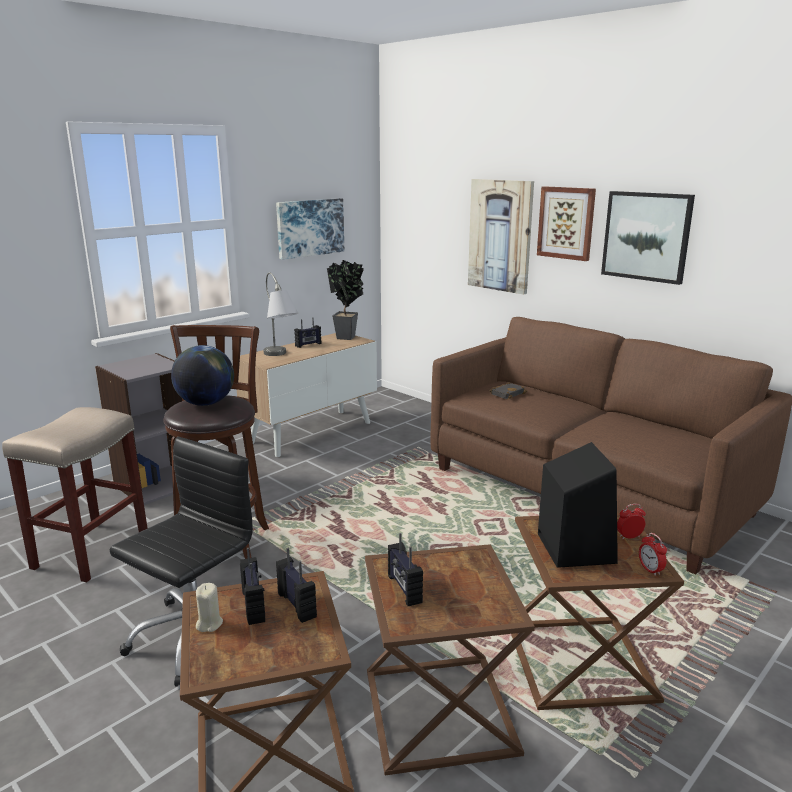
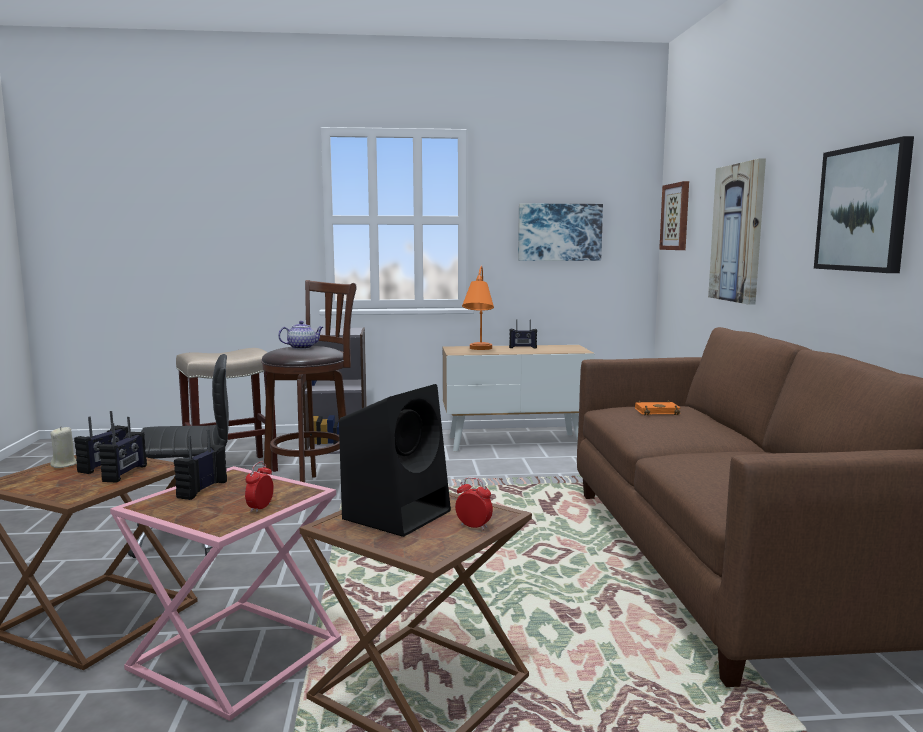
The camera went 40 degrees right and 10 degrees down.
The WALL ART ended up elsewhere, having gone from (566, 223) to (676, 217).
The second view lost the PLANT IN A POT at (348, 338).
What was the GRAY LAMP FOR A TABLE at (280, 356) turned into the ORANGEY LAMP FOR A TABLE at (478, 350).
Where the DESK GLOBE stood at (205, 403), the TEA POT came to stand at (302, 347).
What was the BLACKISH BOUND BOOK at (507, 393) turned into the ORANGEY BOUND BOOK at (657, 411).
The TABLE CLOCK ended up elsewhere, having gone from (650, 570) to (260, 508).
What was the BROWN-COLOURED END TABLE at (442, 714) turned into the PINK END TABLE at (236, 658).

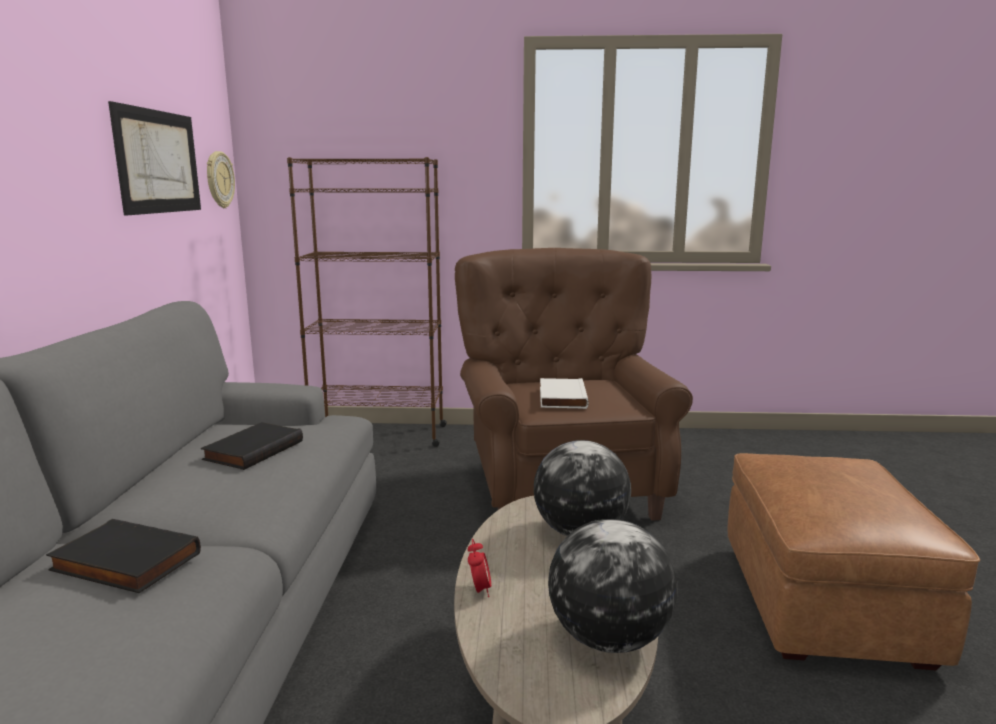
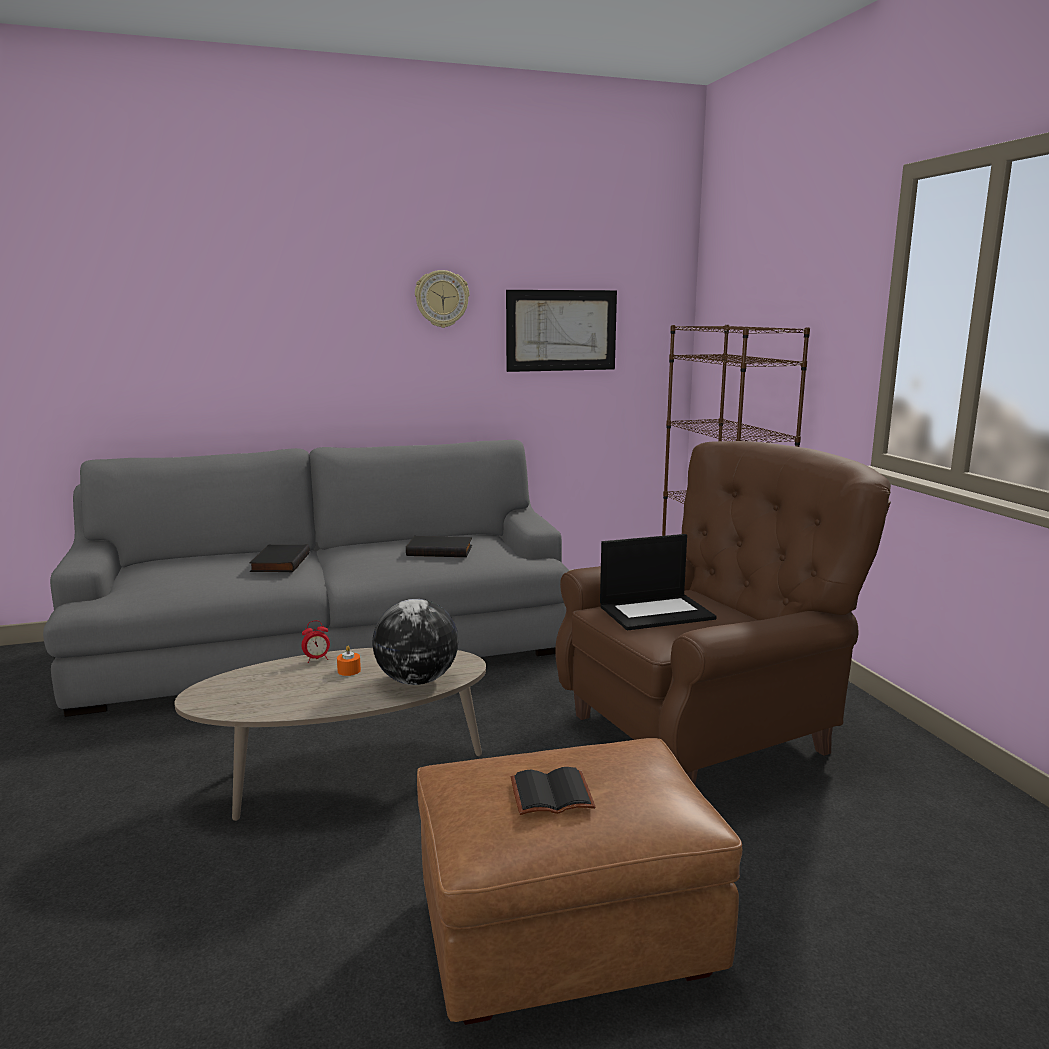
The camera went 70 degrees right and 0 degrees up.
The WALL CLOCK ended up elsewhere, having gone from (219, 180) to (441, 299).
Where the WHITE BOUND BOOK stood at (560, 397), the PORTABLE COMPUTER came to stand at (656, 612).
The second view lost the DESK GLOBE at (610, 638).
The second view gained the ORANGEY WAX CANDLE at (349, 670).
The second view gained the BLACKISH BOUND BOOK at (550, 796).

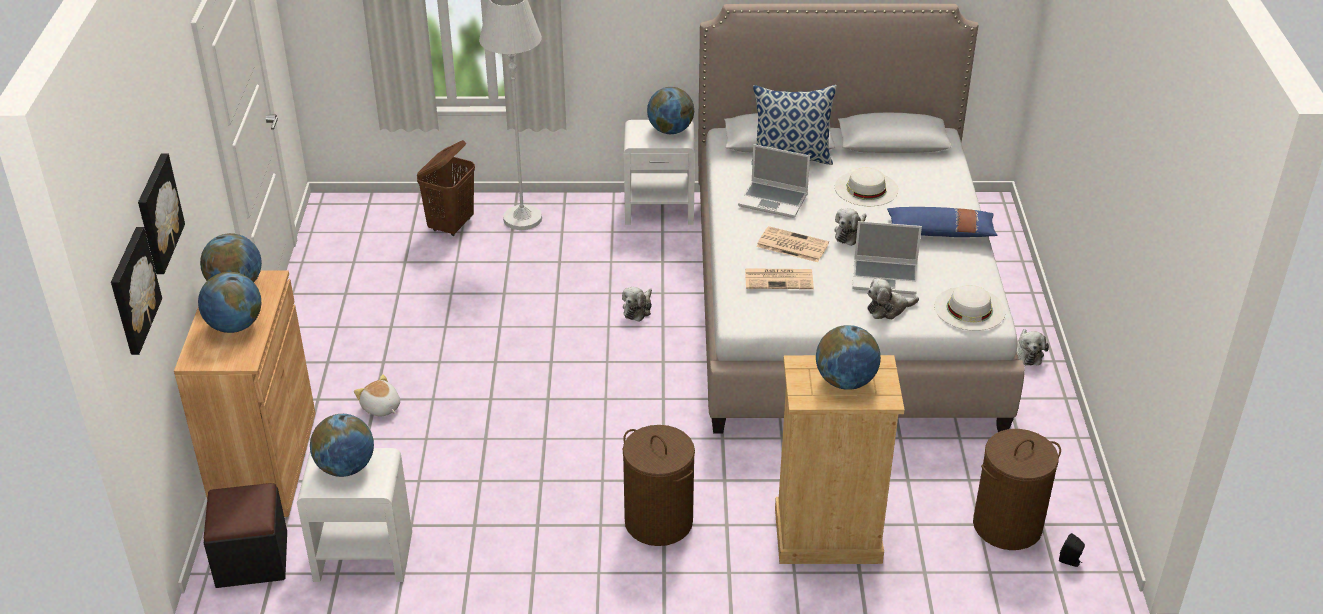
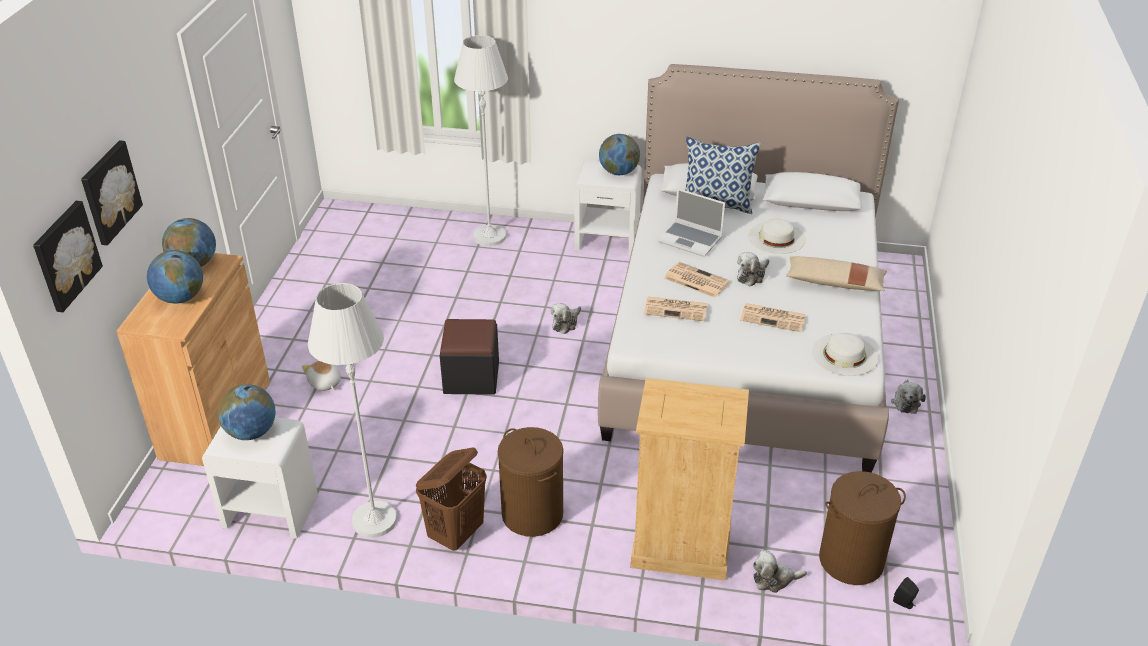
The camera went 10 degrees right and 0 degrees up.
The BROWN-COLOURED HAMPER ended up elsewhere, having gone from (451, 225) to (456, 533).
What was the BLUE THROW PILLOW at (940, 232) turned into the BEIGE-COLOURED THROW PILLOW at (834, 283).
Where the PORTABLE COMPUTER stood at (885, 277), the PRINTED PAPER came to stand at (773, 318).
The SOFT TOY ended up elsewhere, having gone from (888, 309) to (774, 579).
The second view lost the DESK GLOBE at (845, 381).
The BLACKISH OTTOMAN ended up elsewhere, having gone from (252, 559) to (471, 377).
The second view gained the WHITE STANDING LAMP at (374, 520).

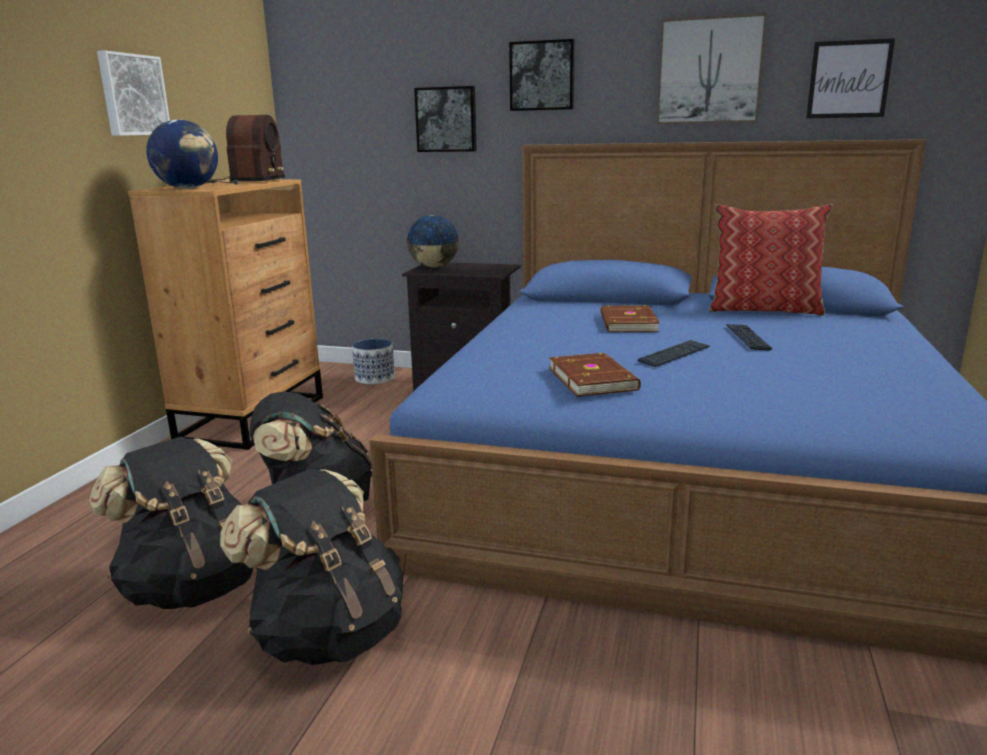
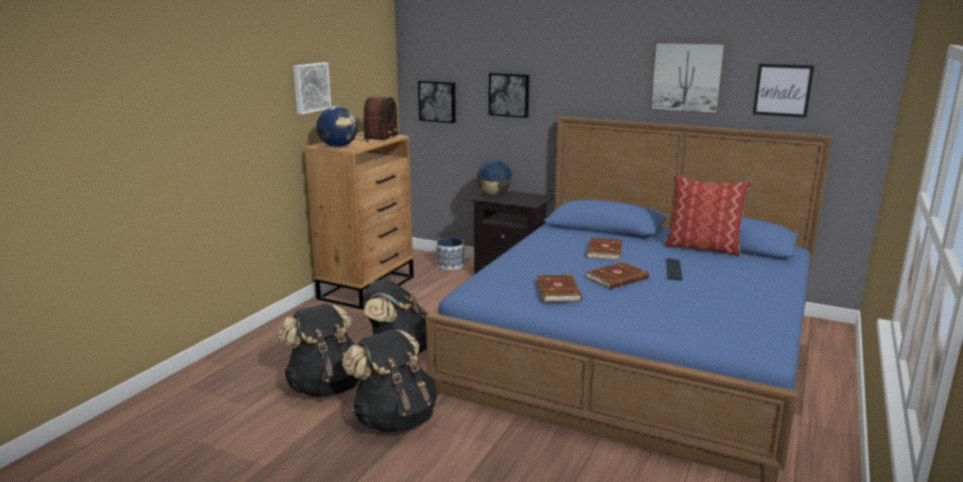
The camera went 10 degrees right and 0 degrees up.
The WALL ART ended up elsewhere, having gone from (542, 76) to (438, 101).
Where the KEYBOARD stood at (674, 355), the BROWN-COLOURED BOUND BOOK came to stand at (618, 278).

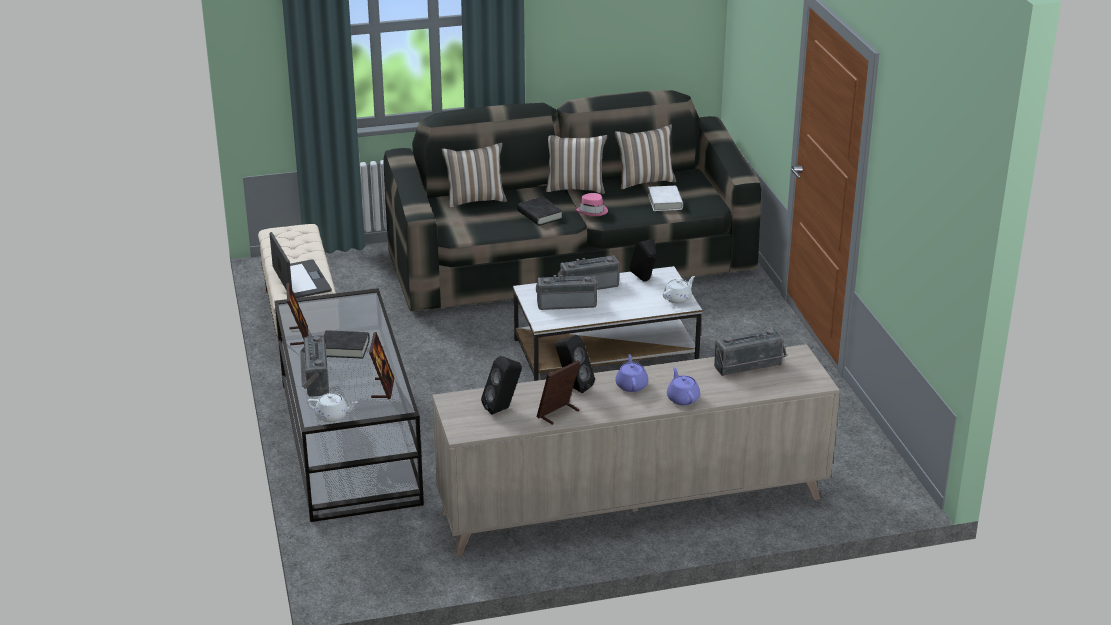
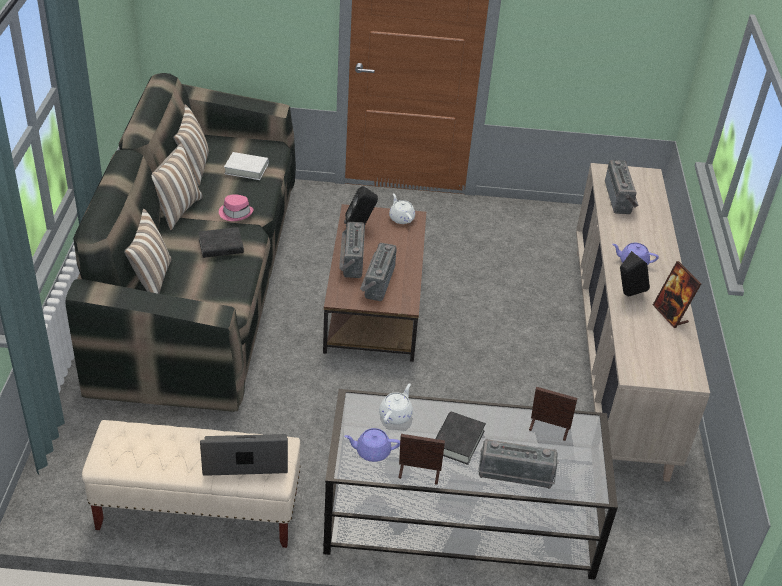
The camera went 75 degrees left and 10 degrees up.
What was the WHITE LOW TABLE at (606, 351) turned into the BROWN-COLOURED LOW TABLE at (374, 301).
The second view lost the BLACKISH LOUDSPEAKER at (503, 409).
The PURPLE-COLOURED TEA POT ended up elsewhere, having gone from (682, 398) to (372, 452).
The WHITE TEA POT ended up elsewhere, having gone from (333, 416) to (396, 415).

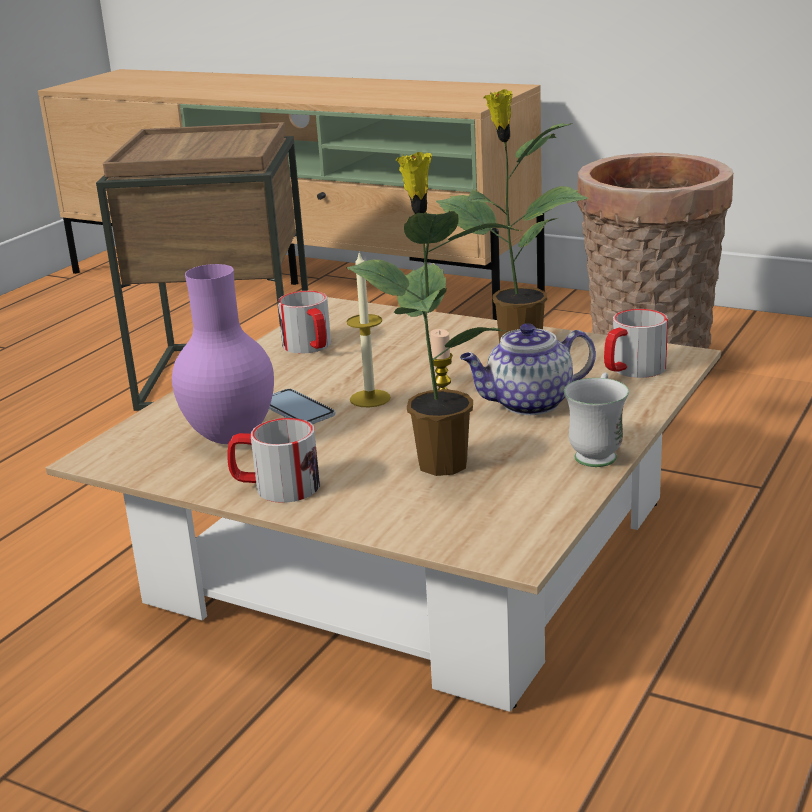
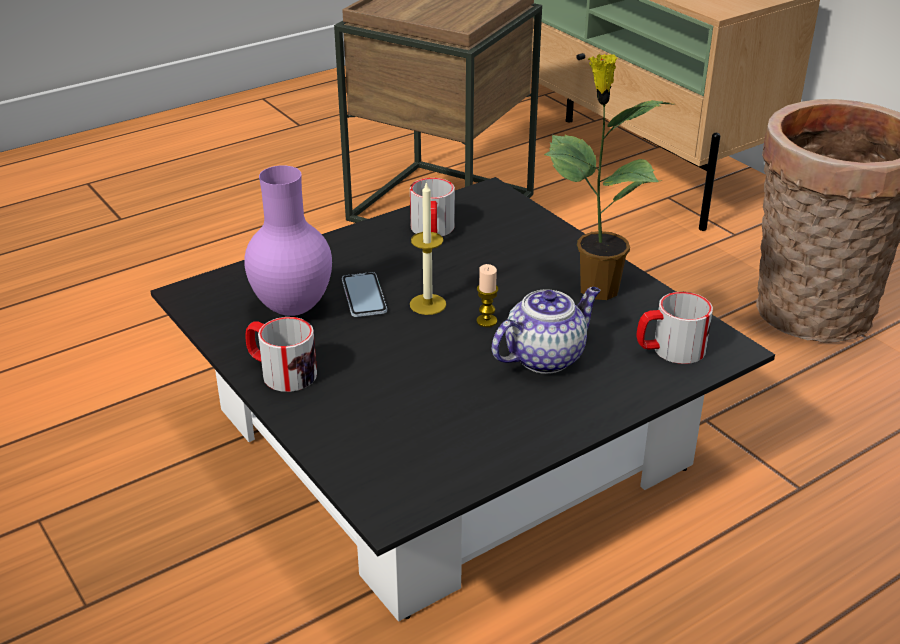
The camera went 25 degrees right and 10 degrees up.
The second view lost the PLANT IN A POT at (440, 462).
What was the BEIGE-COLOURED LOW TABLE at (413, 548) turned into the BLACKISH LOW TABLE at (450, 436).
The TEA POT at (528, 404) ended up facing another way, 135 degrees clockwise from before.
The second view lost the WHITE MUG at (597, 452).

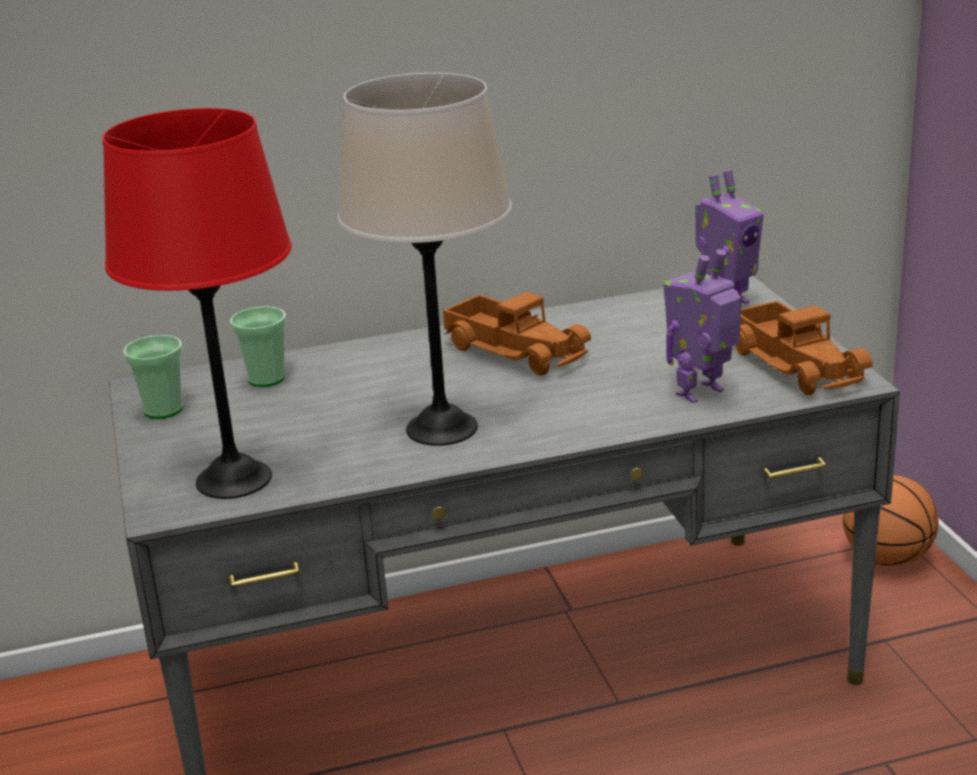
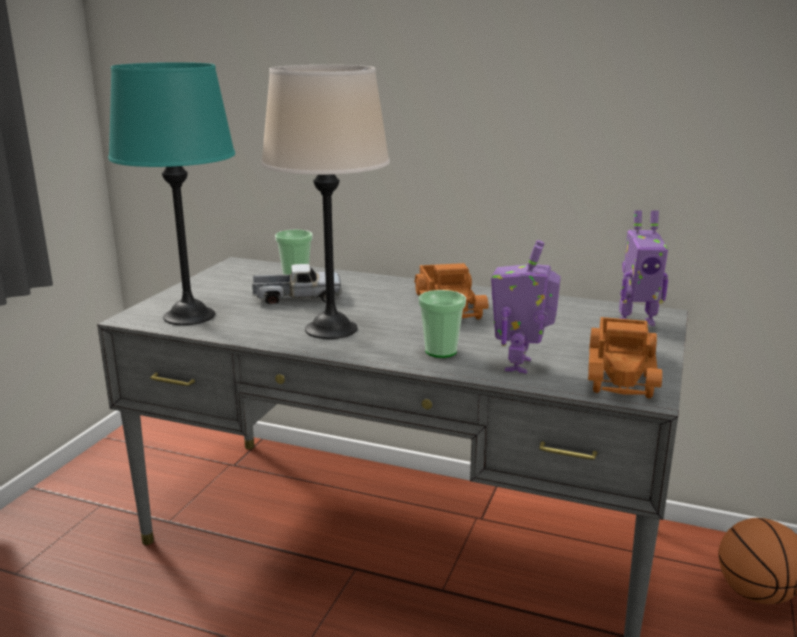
The camera went 35 degrees right and 5 degrees down.
What was the RED-COLOURED LAMP FOR A TABLE at (233, 480) turned into the TURQUOISE-COLOURED LAMP FOR A TABLE at (188, 316).
The ROBOT FIGURE at (701, 393) ended up facing another way, 75 degrees counterclockwise from before.
The DRINKING CUP ended up elsewhere, having gone from (163, 410) to (441, 351).
The second view gained the TOY LORRY at (297, 297).

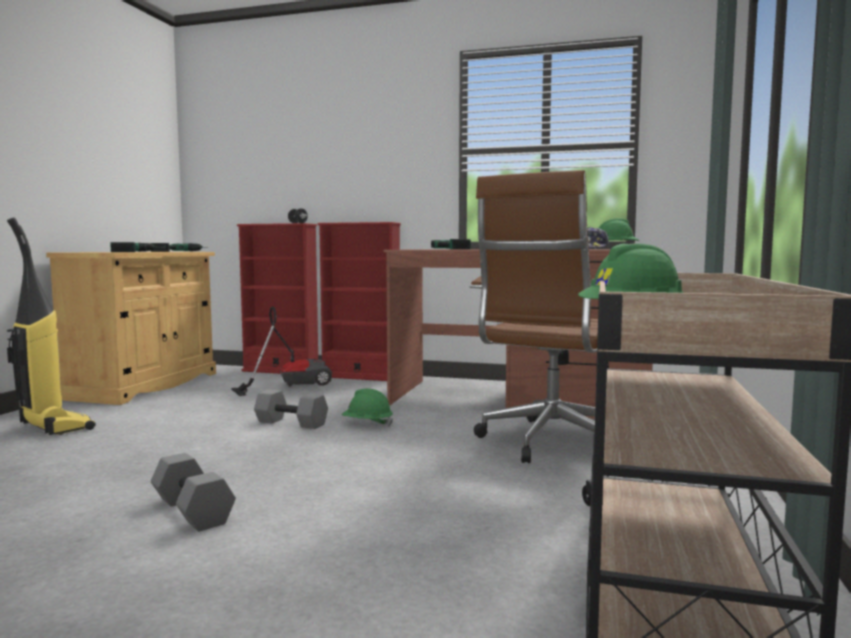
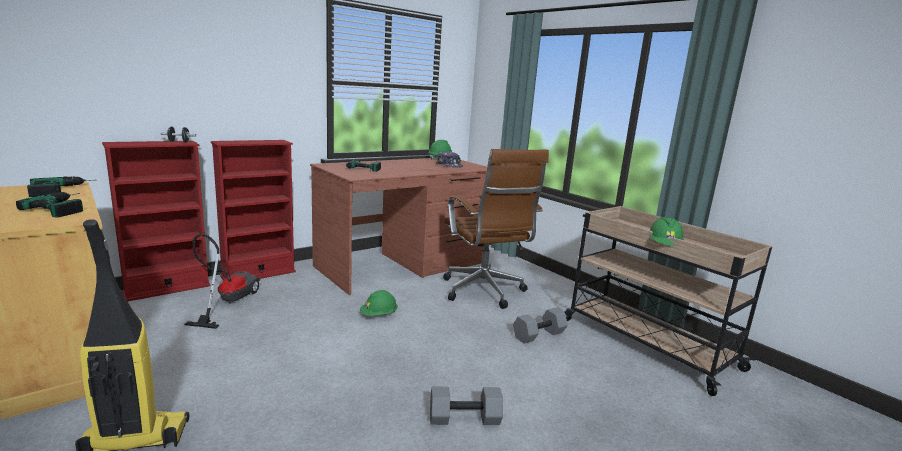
The camera went 55 degrees left and 10 degrees up.
The GRAY DUMBBELL ended up elsewhere, having gone from (292, 423) to (538, 334).

